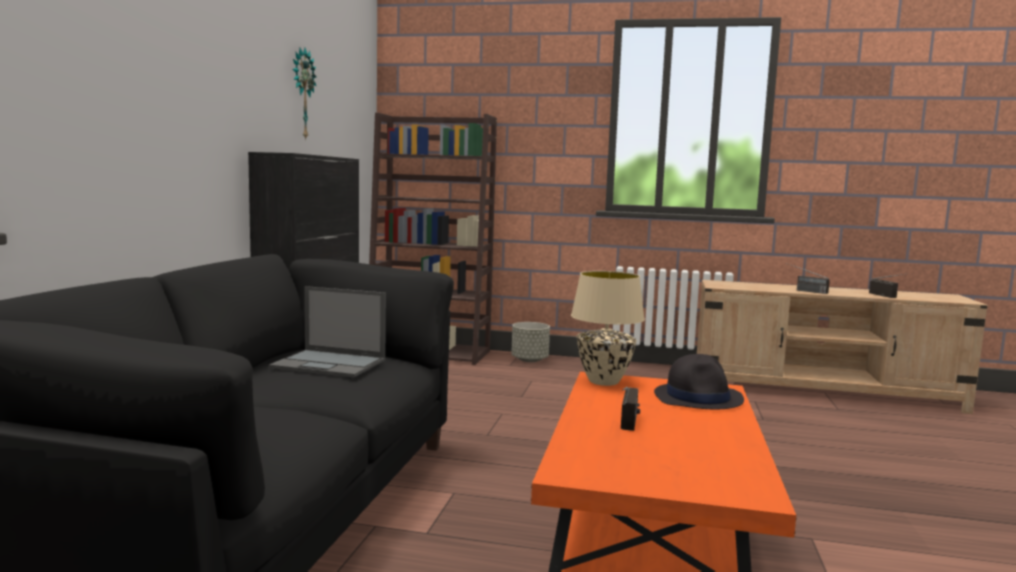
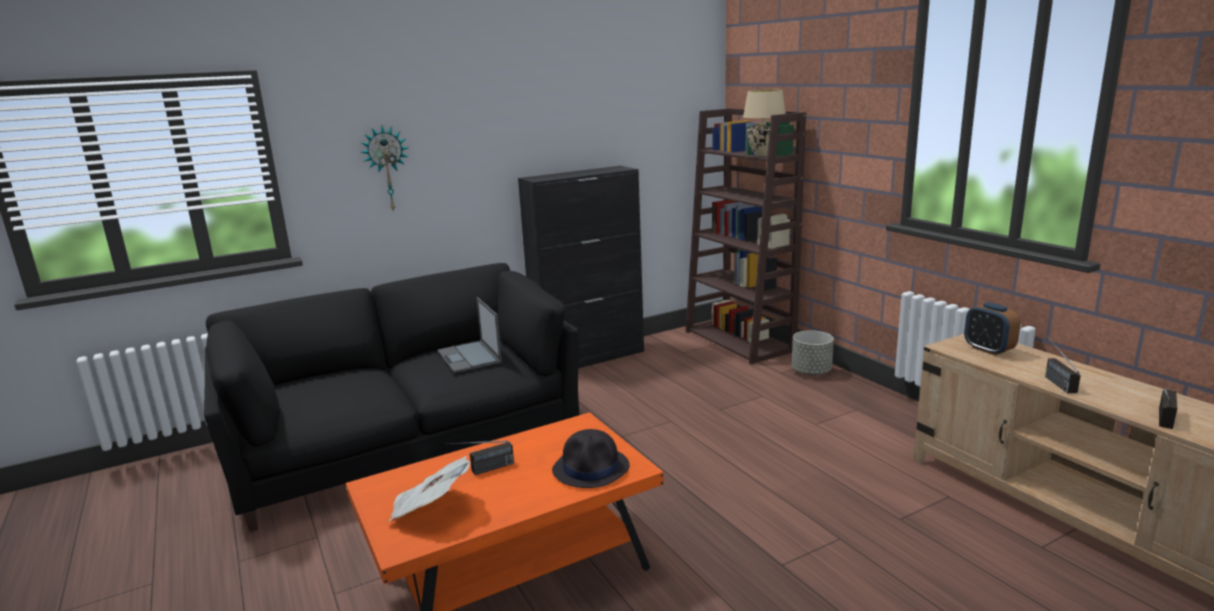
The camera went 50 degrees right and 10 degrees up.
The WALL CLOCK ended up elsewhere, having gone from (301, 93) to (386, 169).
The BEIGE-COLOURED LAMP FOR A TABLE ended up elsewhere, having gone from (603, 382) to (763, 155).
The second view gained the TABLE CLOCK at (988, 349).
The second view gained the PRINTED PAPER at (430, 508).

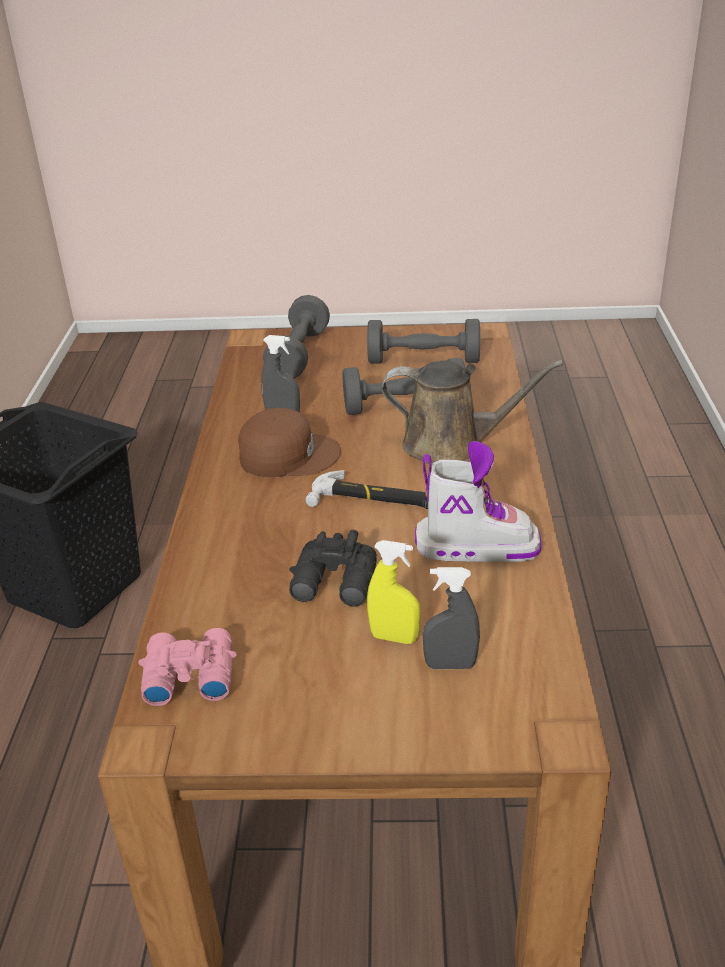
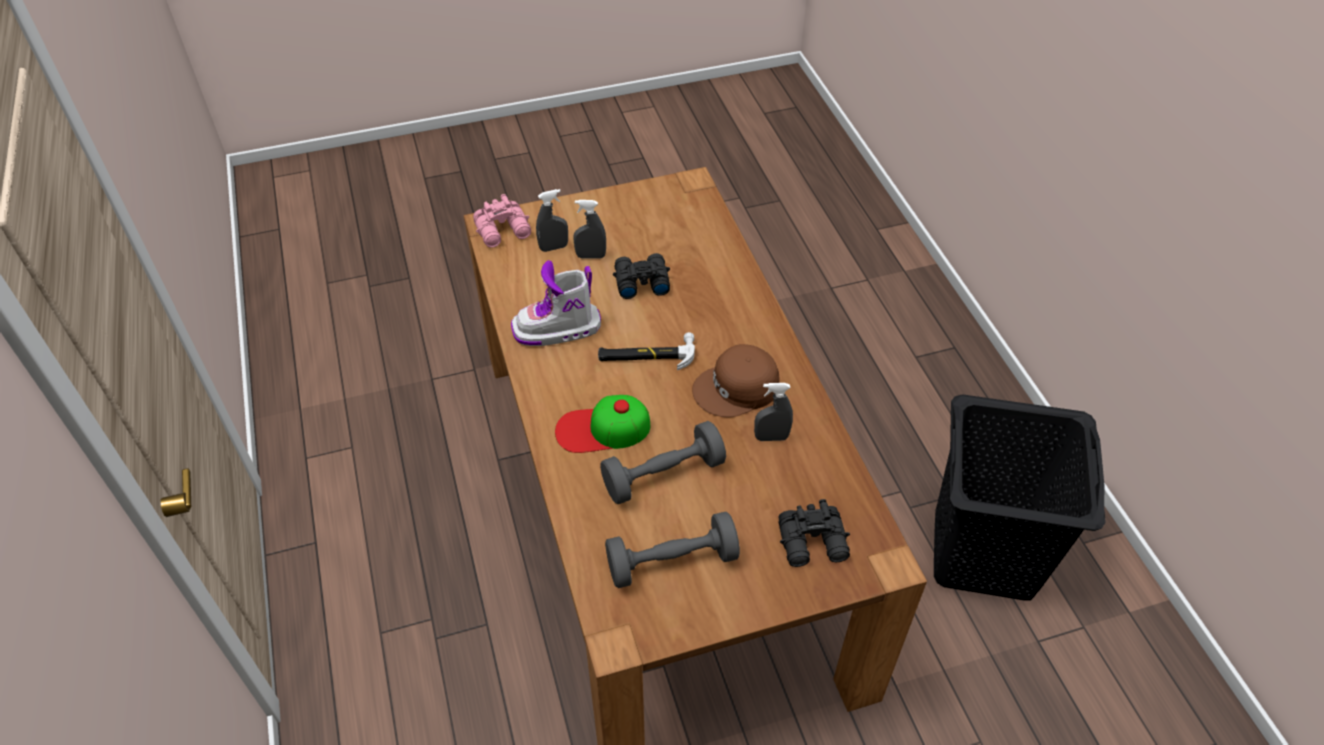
The camera went 160 degrees right and 15 degrees up.
Where the GRAY DUMBBELL stood at (299, 354), the BLACKISH PAIR OF BINOCULARS came to stand at (814, 543).
Where the BROWN-COLOURED WATERING POT stood at (451, 445), the BASEBALL CAP came to stand at (602, 429).
What was the YELLOW HAND SPRAYER at (394, 637) turned into the GRAY HAND SPRAYER at (591, 256).
The PINK PAIR OF BINOCULARS ended up elsewhere, having gone from (188, 675) to (504, 231).

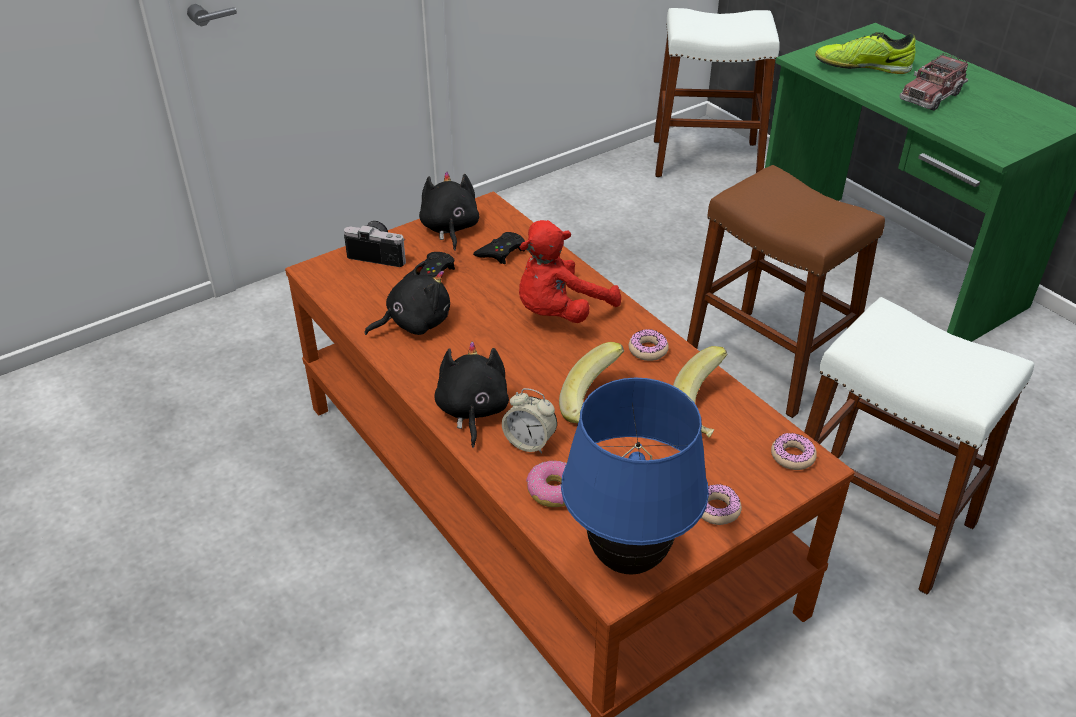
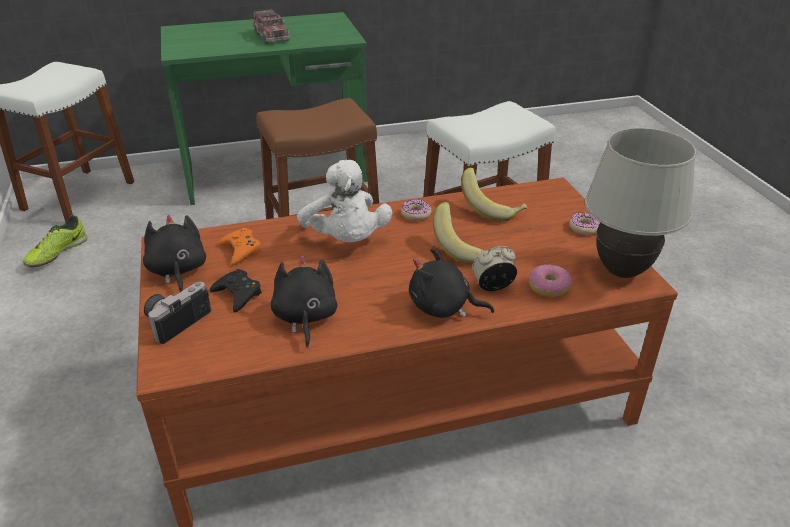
The camera went 70 degrees left and 5 degrees down.
The SHOE ended up elsewhere, having gone from (862, 67) to (57, 253).
The BLACKISH SOFT TOY at (449, 228) ended up facing another way, 60 degrees clockwise from before.
What was the RED-COLOURED SOFT TOY at (560, 312) turned into the WHITE SOFT TOY at (346, 240).
What was the BLACKISH GAME CONTROLLER at (501, 252) turned into the ORANGEY GAME CONTROLLER at (241, 250).
What was the BLUE LAMP FOR A TABLE at (628, 560) turned into the WHITE LAMP FOR A TABLE at (622, 271).
The TABLE CLOCK at (529, 442) ended up facing another way, 150 degrees counterclockwise from before.
The second view lost the DOUGHNUT at (792, 456).

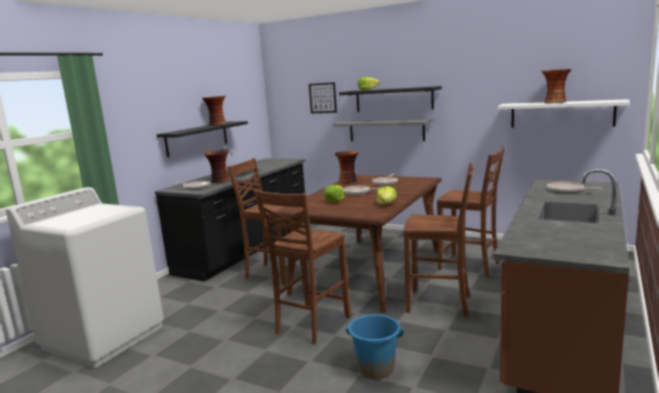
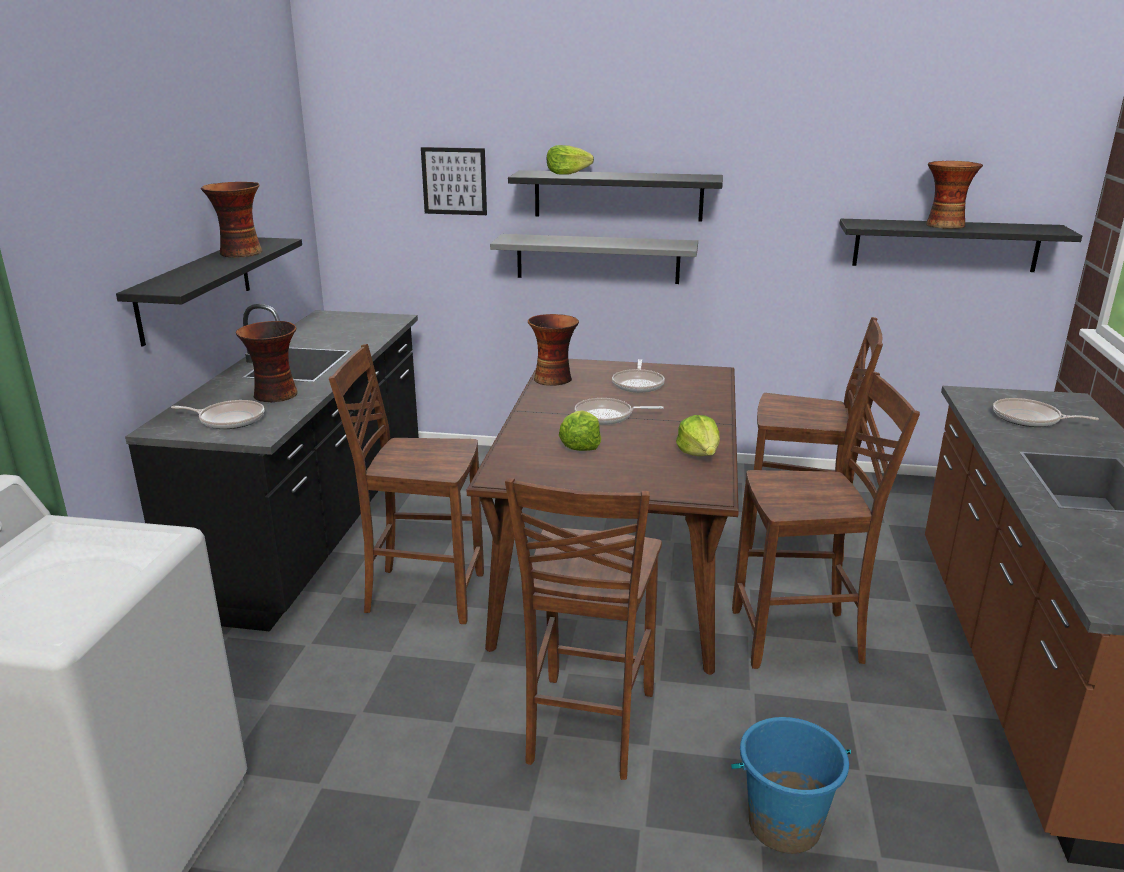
The camera went 20 degrees left and 10 degrees up.
What was the WHITE WALL SHELF at (561, 114) turned into the BLACKISH WALL SHELF at (945, 245).

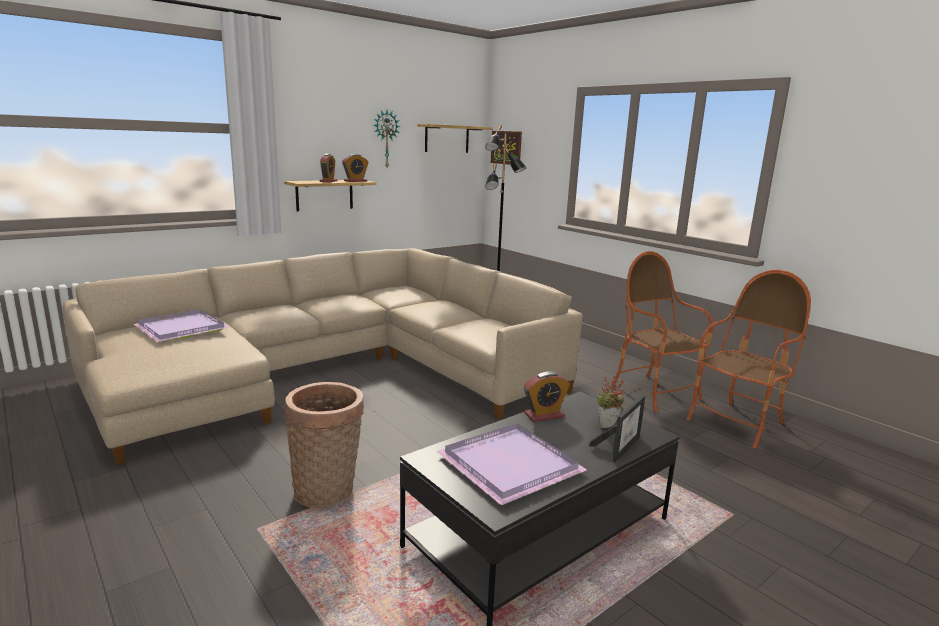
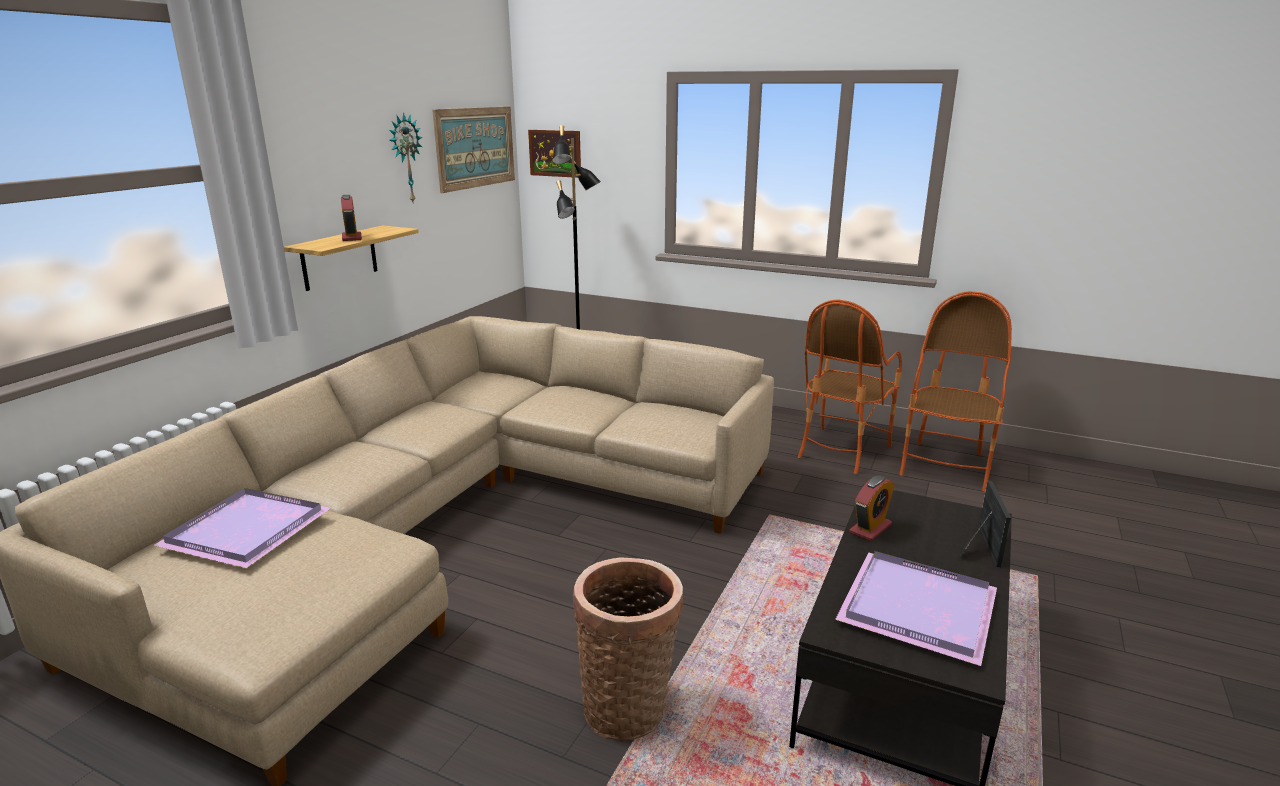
The camera went 25 degrees left and 5 degrees up.
Where the WALL SHELF hung at (447, 139), the WALL ART came to hang at (475, 147).
The second view lost the TABLE CLOCK at (355, 181).
The LOUNGE CHAIR at (655, 393) ended up facing another way, 90 degrees counterclockwise from before.
The second view lost the PLANT IN A POT at (607, 427).

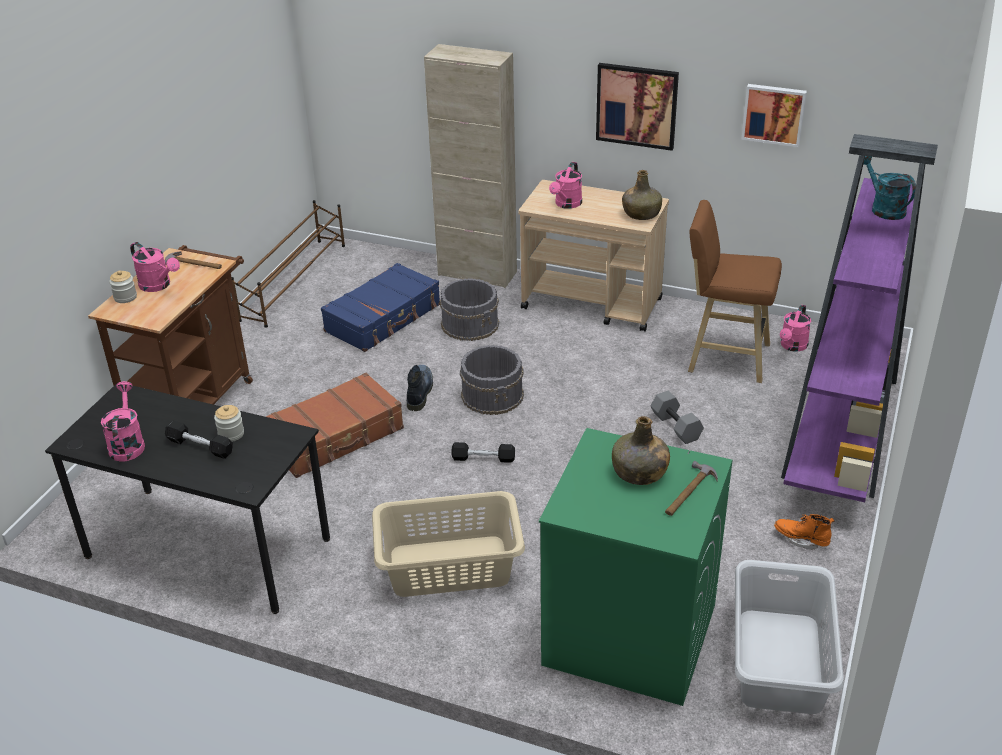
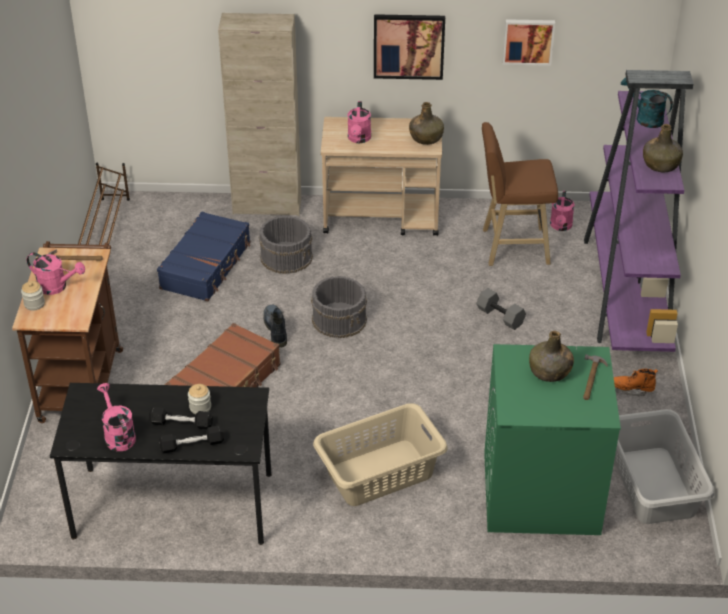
The camera went 20 degrees left and 5 degrees up.
The BLACKISH DUMBBELL ended up elsewhere, having gone from (483, 458) to (192, 445).
The second view gained the GREEN-COLOURED BEVERAGE BOTTLE at (661, 164).

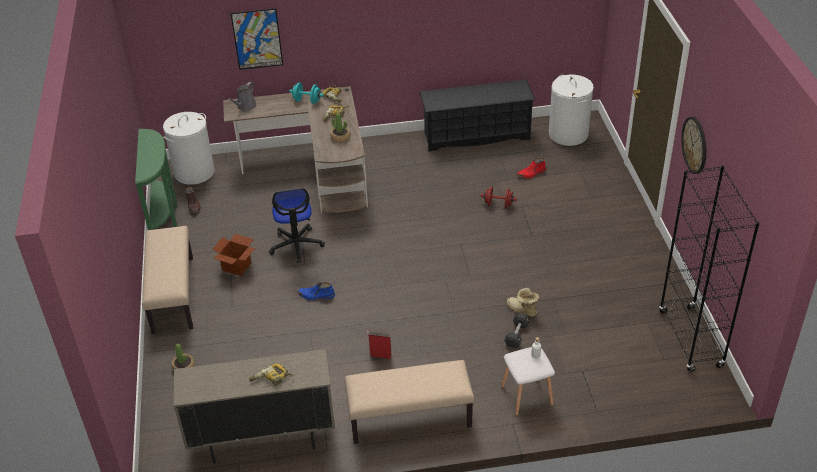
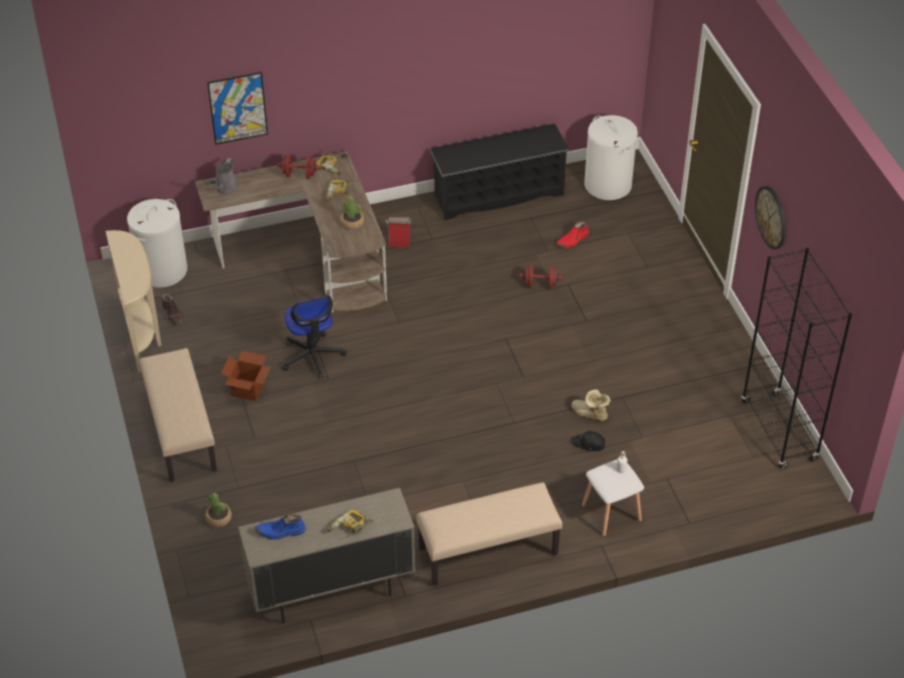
The camera went 10 degrees left and 5 degrees up.
What was the TURQUOISE-COLOURED DUMBBELL at (307, 101) turned into the RED-COLOURED DUMBBELL at (299, 175).
What was the GREEN-COLOURED CONSOLE TABLE at (164, 217) turned into the BEIGE-COLOURED CONSOLE TABLE at (142, 333).
The BLUE BOOT ended up elsewhere, having gone from (316, 295) to (280, 532).
Where the BLACKISH DUMBBELL stood at (517, 335), the BLACKISH BASEBALL CAP came to stand at (589, 444).
The PACKING BOX ended up elsewhere, having gone from (380, 355) to (399, 245).

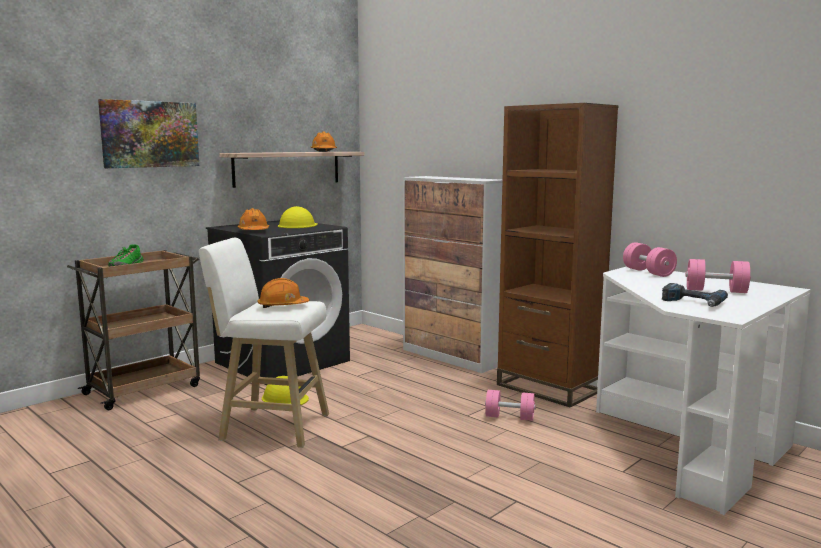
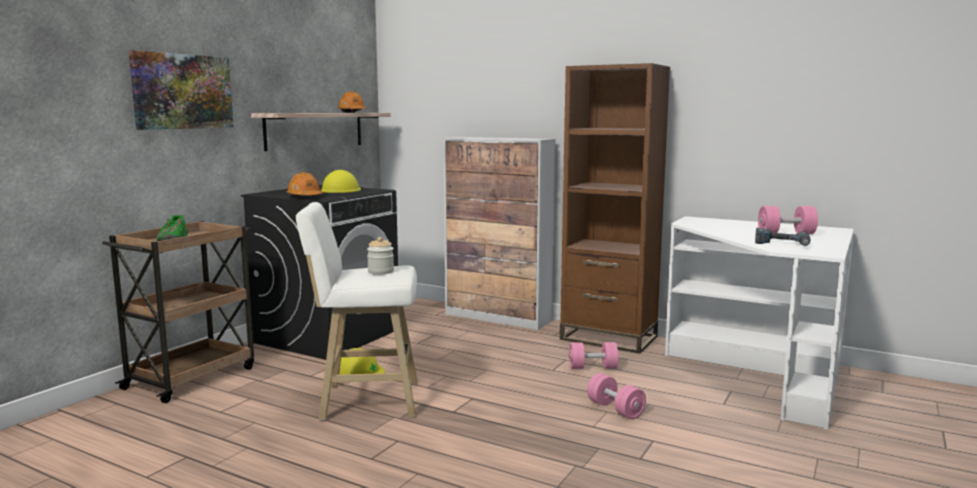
The camera went 15 degrees left and 0 degrees up.
The PINK DUMBBELL ended up elsewhere, having gone from (648, 272) to (615, 409).
Where the ORANGEY WORK HELMET stood at (282, 306), the PRESERVE JAR came to stand at (380, 271).

